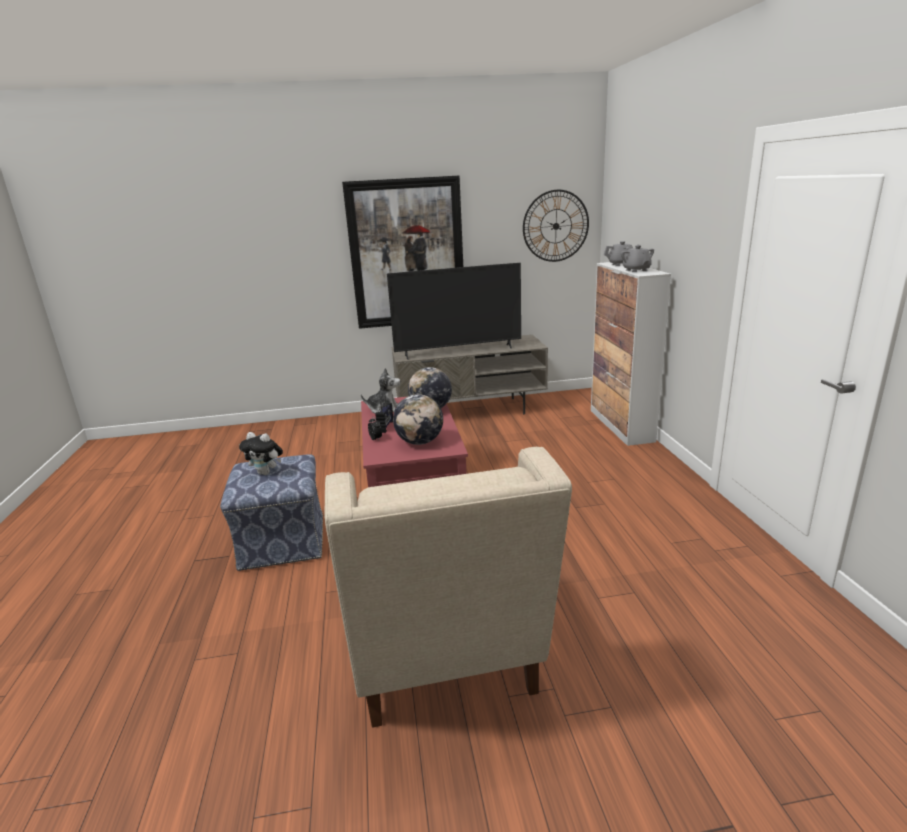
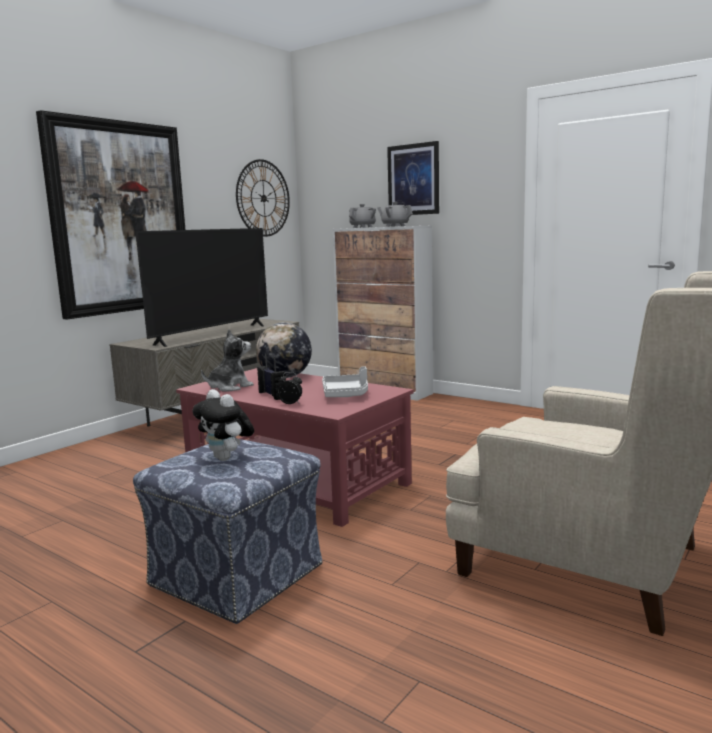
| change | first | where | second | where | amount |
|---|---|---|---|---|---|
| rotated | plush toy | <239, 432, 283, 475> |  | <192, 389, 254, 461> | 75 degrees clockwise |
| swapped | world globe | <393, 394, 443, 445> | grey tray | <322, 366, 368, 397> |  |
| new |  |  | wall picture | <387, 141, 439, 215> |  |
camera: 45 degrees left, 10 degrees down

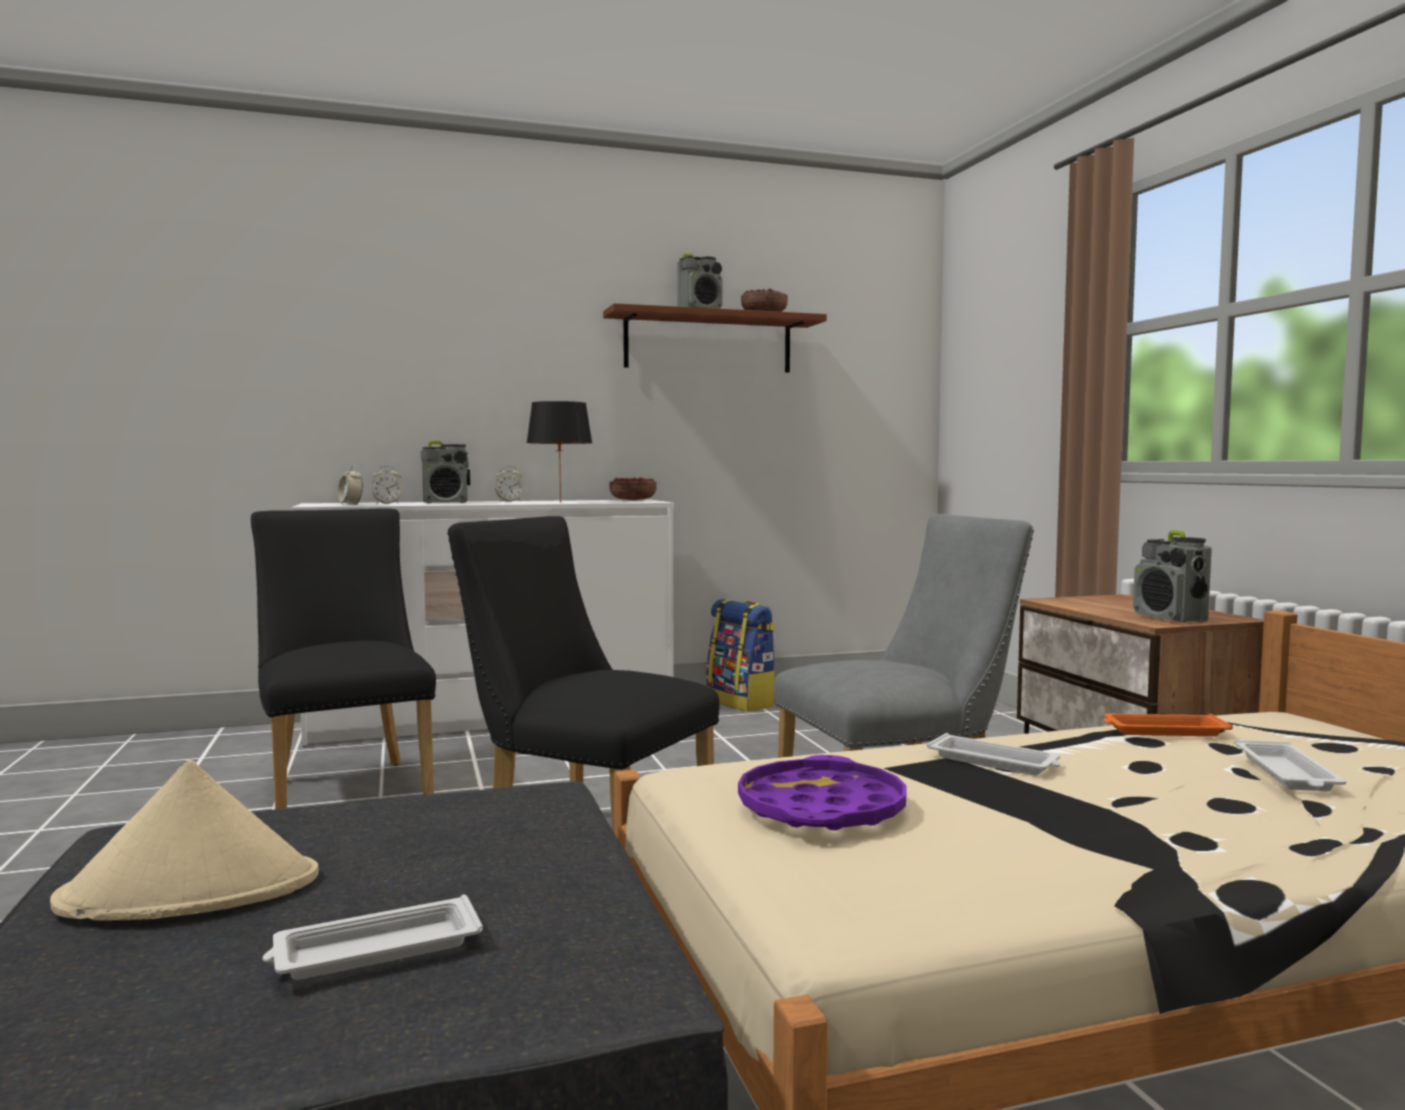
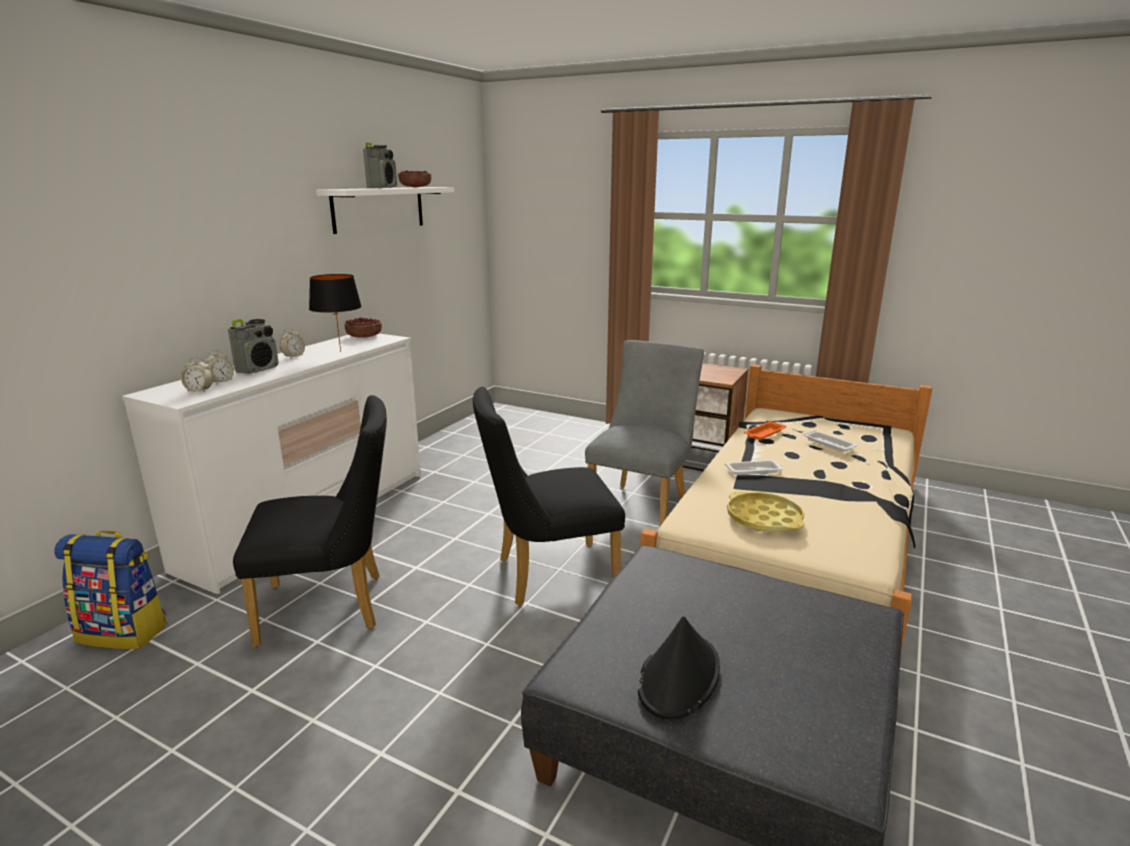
| change | first | where | second | where | amount |
|---|---|---|---|---|---|
| shifted | backpack | <706, 599, 776, 711> |  | <54, 531, 167, 649> |  |
| rotated | black plain chair | <251, 508, 436, 809> |  | <233, 395, 387, 647> | 150 degrees clockwise |
| repainted | brownish wall shelf | <603, 303, 827, 373> | whitish wall shelf | <316, 187, 454, 234> |  |
| repainted | beige-coloured wearable hat | <50, 760, 319, 920> | black wearable hat | <638, 616, 720, 720> |  |
| repainted | purple-coloured tray | <738, 755, 907, 831> | yellow-coloured tray | <727, 491, 805, 532> |  |
| gone | whitish tray | <263, 894, 483, 980> |  |  |  |
| gone | radio set | <1133, 530, 1212, 622> |  |  |  |
camera: 45 degrees left, 15 degrees up

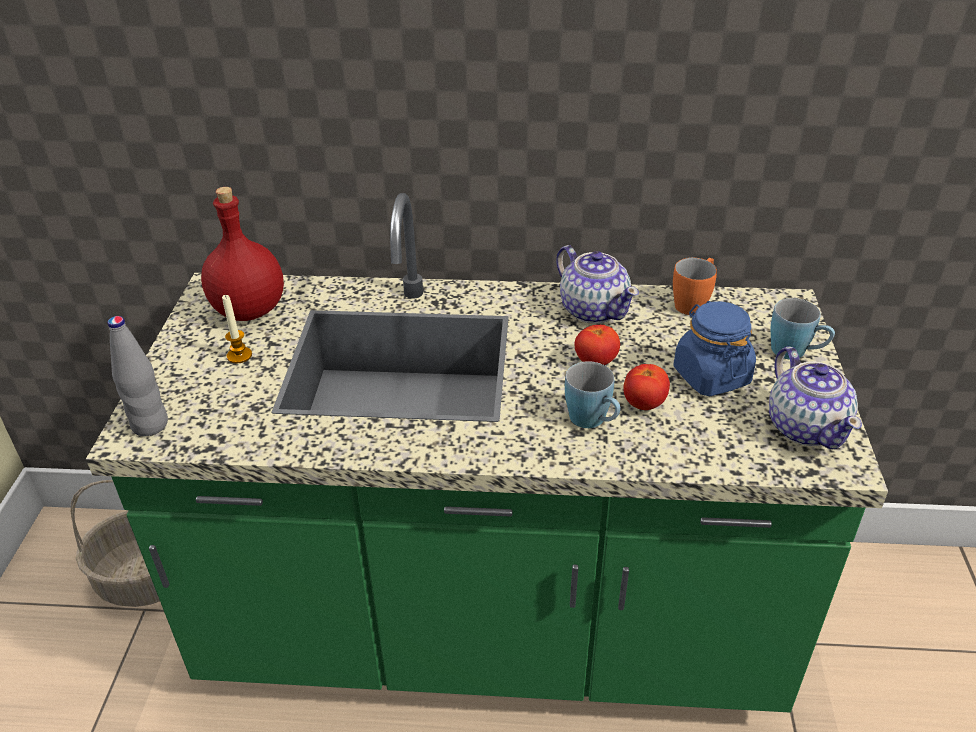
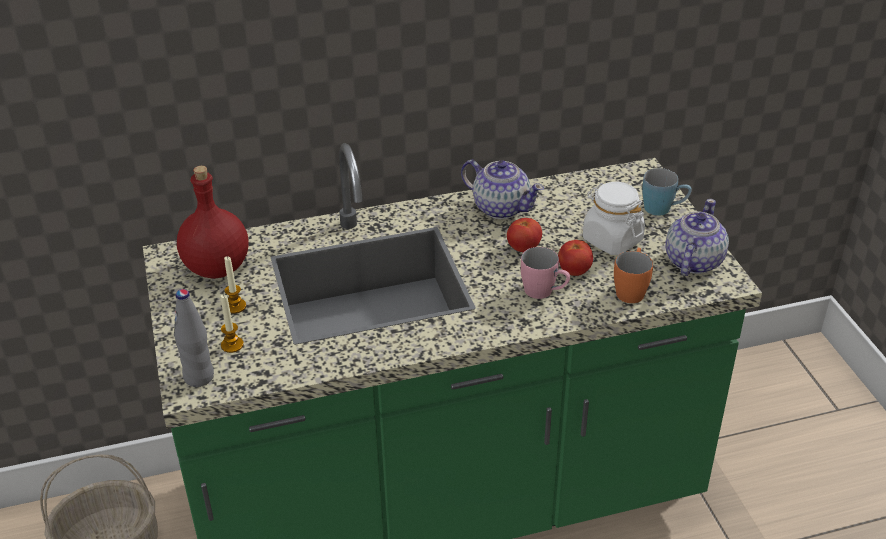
| change | first | where | second | where | amount |
|---|---|---|---|---|---|
| new |  |  | wax candle | <221, 294, 244, 353> |  |
| repainted | blue-coloured tea mug | <565, 361, 621, 428> | pink-coloured tea mug | <521, 247, 570, 299> |  |
| repainted | blue-coloured jar | <673, 301, 756, 396> | whitish jar | <583, 182, 645, 255> |  |
| shifted | orangey tea mug | <673, 258, 717, 315> |  | <614, 248, 653, 303> |  |
| rotated | pot for tea | <769, 347, 862, 449> |  | <665, 199, 729, 276> | 120 degrees counterclockwise |
camera: 20 degrees left, 0 degrees up

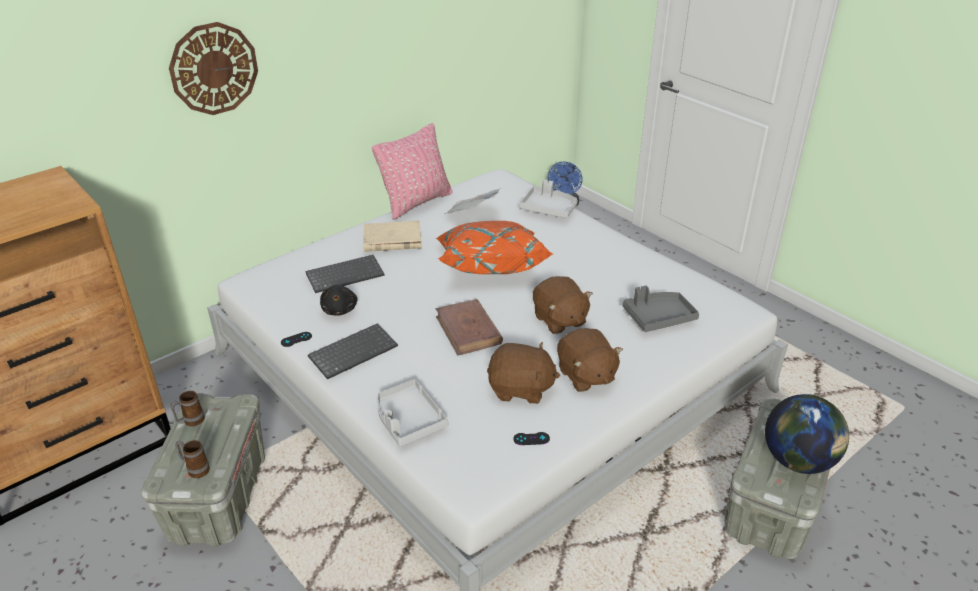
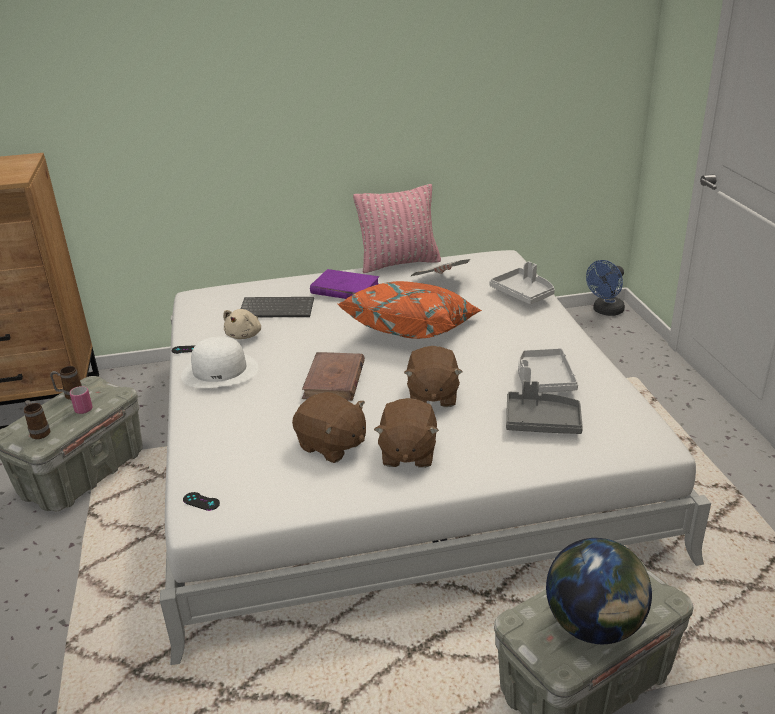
| change | first | where | second | where | amount |
|---|---|---|---|---|---|
| new |  |  | pink-coloured tea mug | <70, 386, 93, 414> |  |
| swapped | PC keyboard | <308, 323, 398, 379> | whitish wearable hat | <181, 336, 259, 388> |  |
| shifted | black gamepad | <513, 432, 550, 445> |  | <183, 492, 220, 511> |  |
| repainted | black plush toy | <320, 285, 358, 316> | beige-coloured plush toy | <223, 309, 261, 339> |  |
| repainted | beige-coloured book | <363, 221, 422, 252> | purple-coloured book | <310, 269, 379, 299> |  |
| shifted | grey tray | <377, 379, 449, 446> |  | <518, 348, 578, 393> |  |
| gone | wall clock | <169, 22, 258, 115> |  |  |  |
camera: 30 degrees right, 5 degrees down

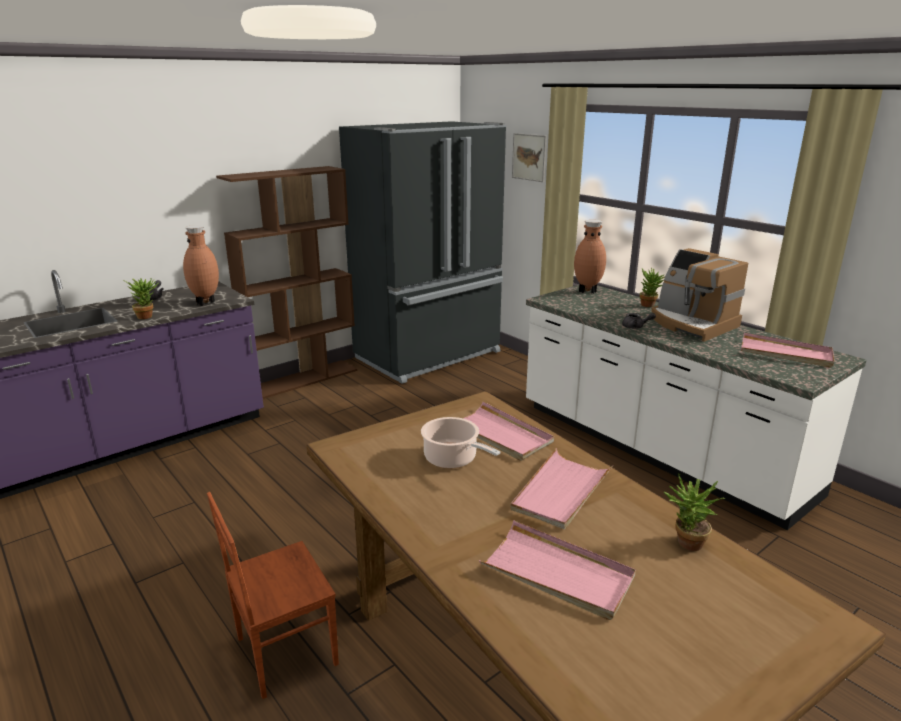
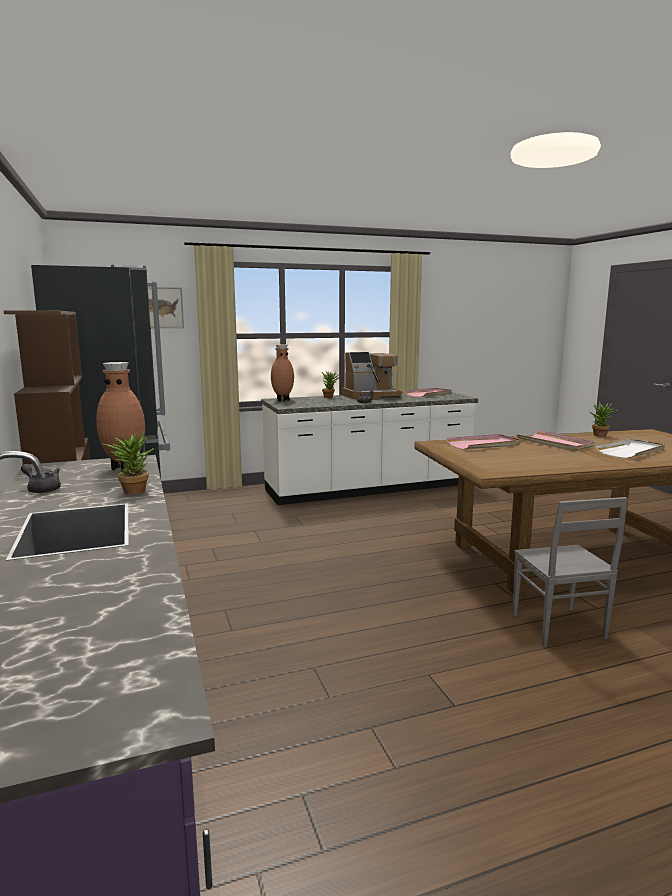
| change | first | where | second | where | amount |
|---|---|---|---|---|---|
| repainted | brownish plain chair | <207, 492, 339, 699> | grey plain chair | <512, 497, 628, 647> |  |
| repainted | pink-coloured tray | <479, 520, 636, 620> | whitish tray | <596, 439, 665, 458> |  |
| gone | saucepot | <421, 417, 500, 468> |  |  |  |
camera: 70 degrees left, 10 degrees down

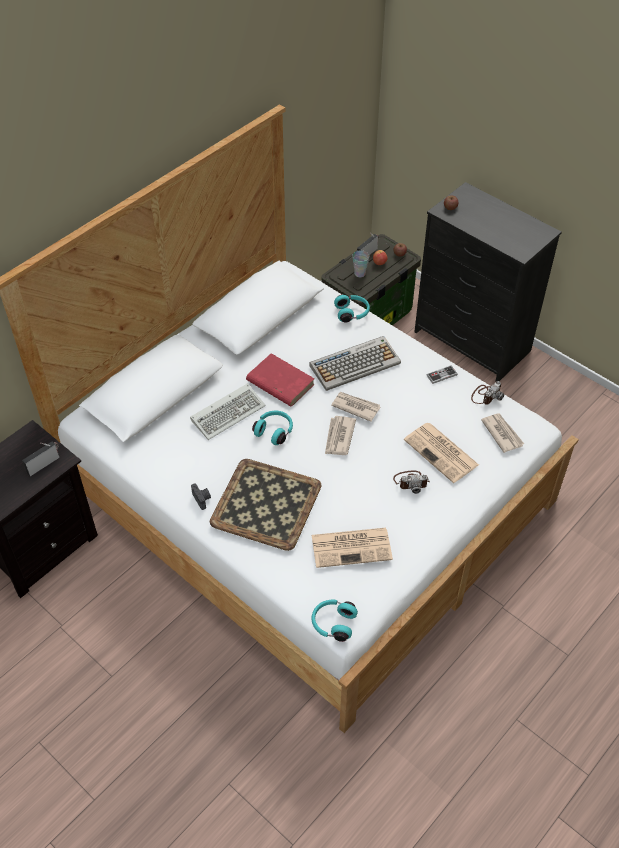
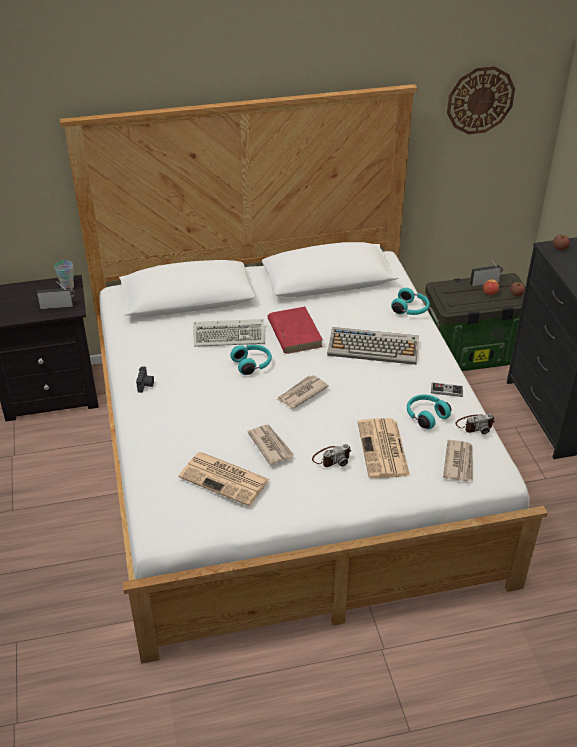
| change | first | where | second | where | amount |
|---|---|---|---|---|---|
| shifted | drinking cup | <352, 250, 369, 277> |  | <54, 260, 74, 289> |  |
| shifted | daily paper | <331, 392, 380, 422> |  | <248, 425, 294, 465> |  |
| rotated | still camera | <393, 471, 430, 494> |  | <312, 444, 352, 467> | 60 degrees counterclockwise |
| shifted | turquoise-coloured headset | <312, 600, 358, 642> |  | <407, 394, 451, 429> |  |
| new |  |  | wall clock | <447, 66, 515, 134> |  |
| gone | tray | <210, 459, 322, 551> |  |  |  |
camera: 35 degrees right, 10 degrees down

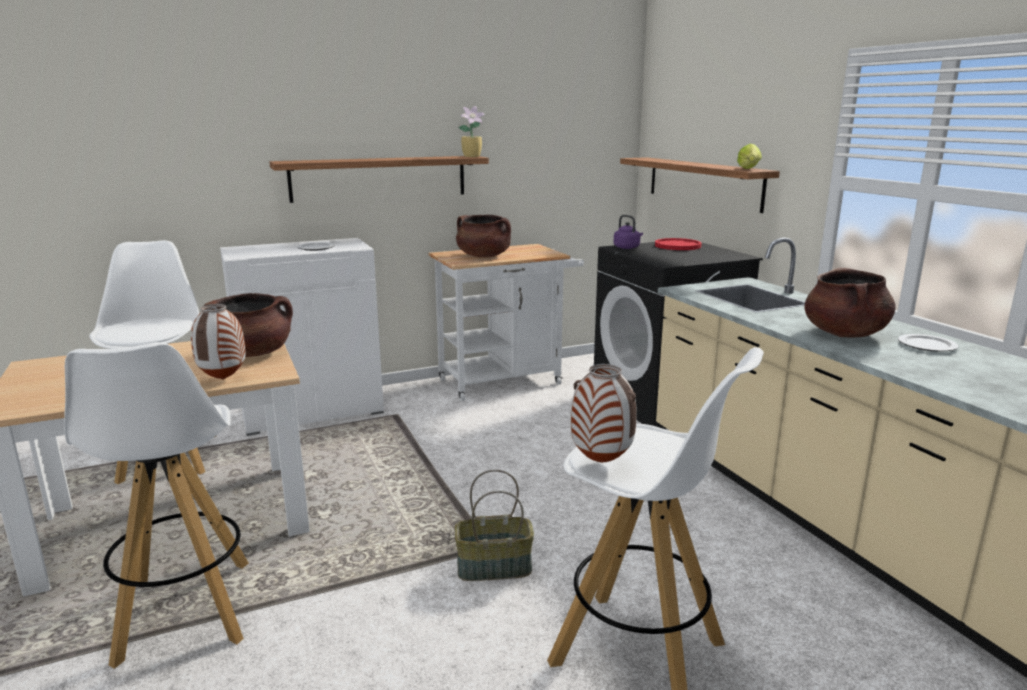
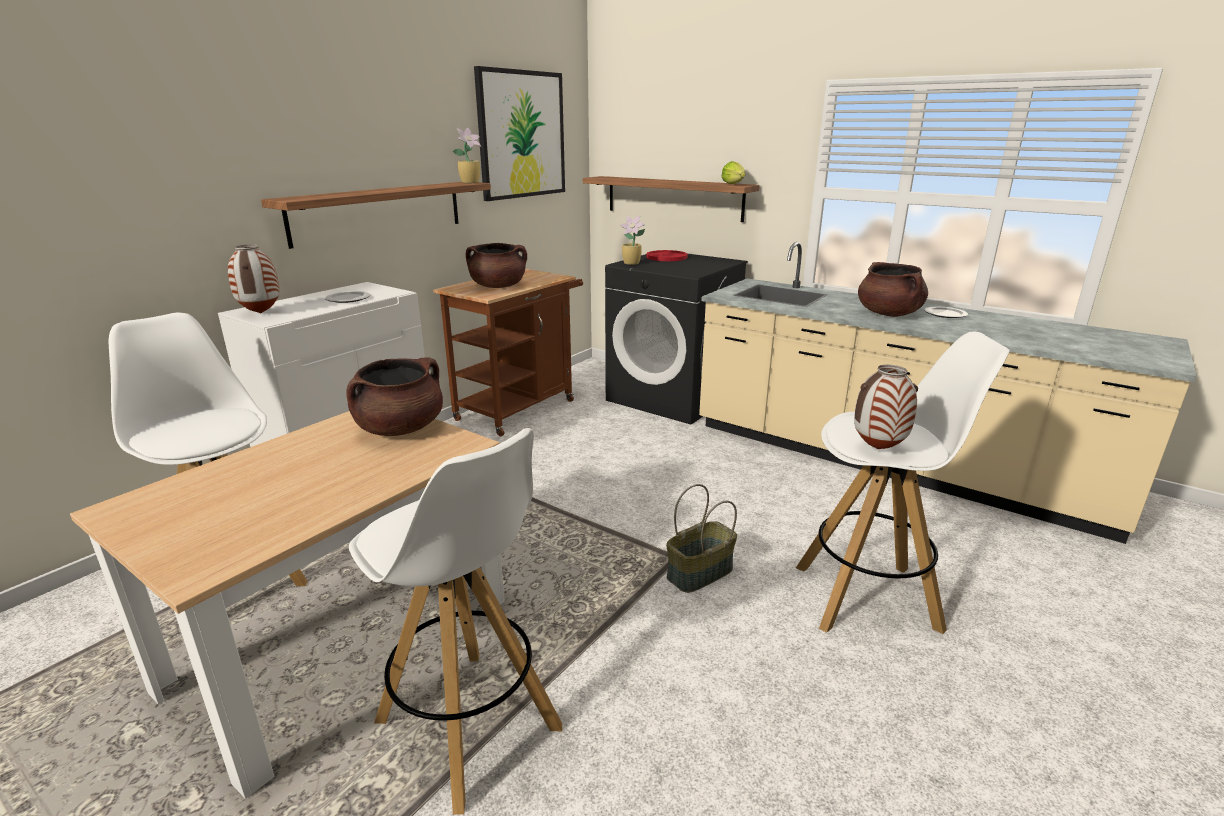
| change | first | where | second | where | amount |
|---|---|---|---|---|---|
| shifted | flower vase | <191, 304, 246, 380> |  | <228, 244, 280, 313> |  |
| repainted | whitish wheeled cart | <429, 244, 584, 401> | brownish wheeled cart | <433, 269, 583, 436> |  |
| new |  |  | wall picture | <474, 66, 565, 201> |  |
| swapped | purple-coloured water kettle | <614, 215, 643, 249> | potted plant | <620, 216, 645, 265> |  |
camera: 30 degrees left, 5 degrees up

